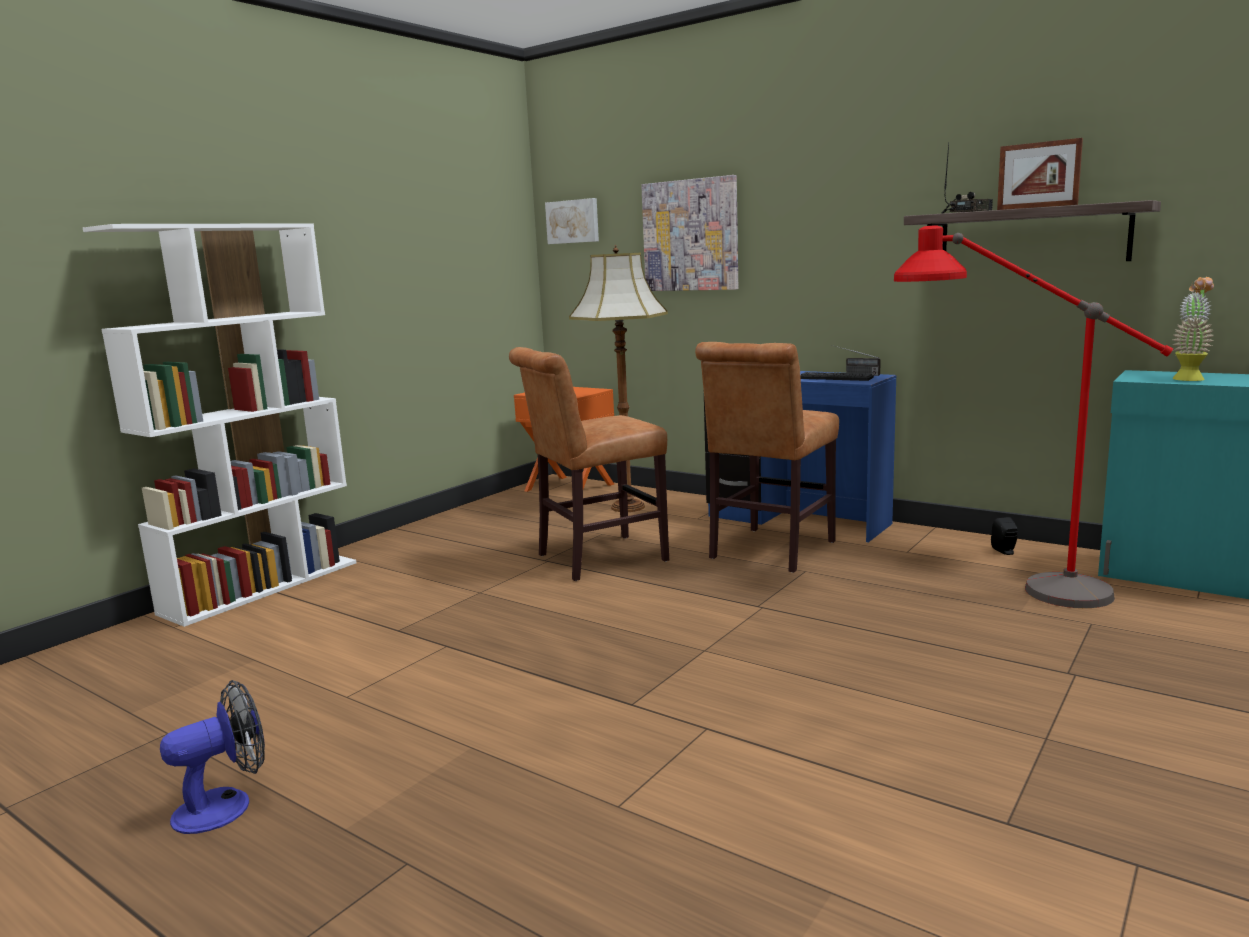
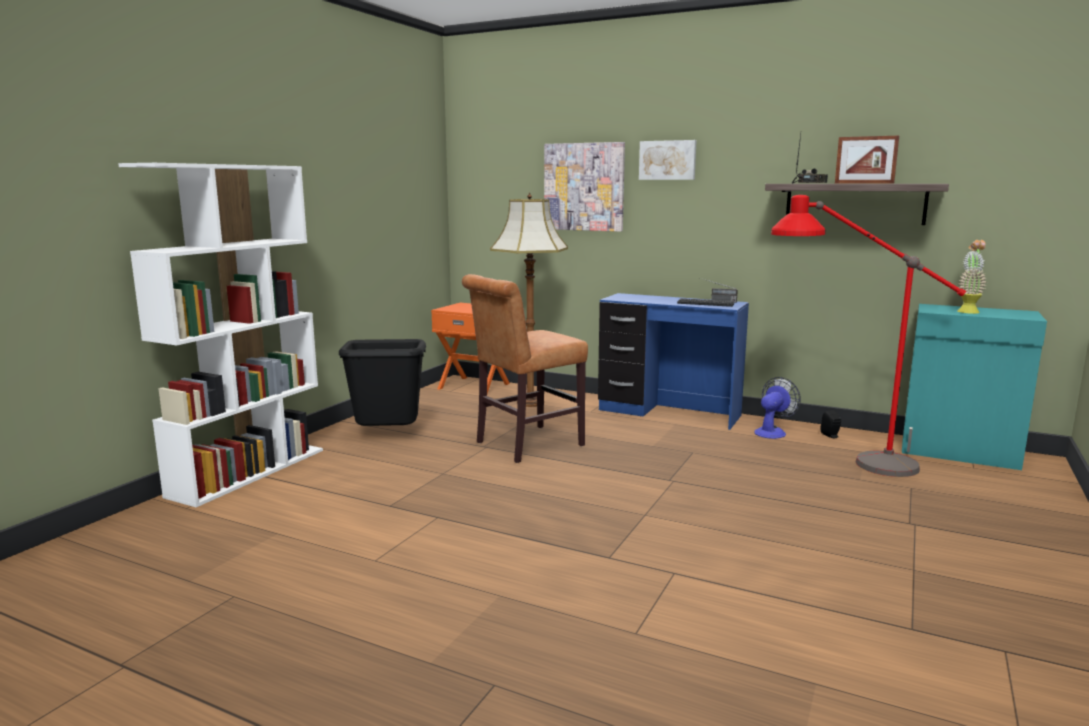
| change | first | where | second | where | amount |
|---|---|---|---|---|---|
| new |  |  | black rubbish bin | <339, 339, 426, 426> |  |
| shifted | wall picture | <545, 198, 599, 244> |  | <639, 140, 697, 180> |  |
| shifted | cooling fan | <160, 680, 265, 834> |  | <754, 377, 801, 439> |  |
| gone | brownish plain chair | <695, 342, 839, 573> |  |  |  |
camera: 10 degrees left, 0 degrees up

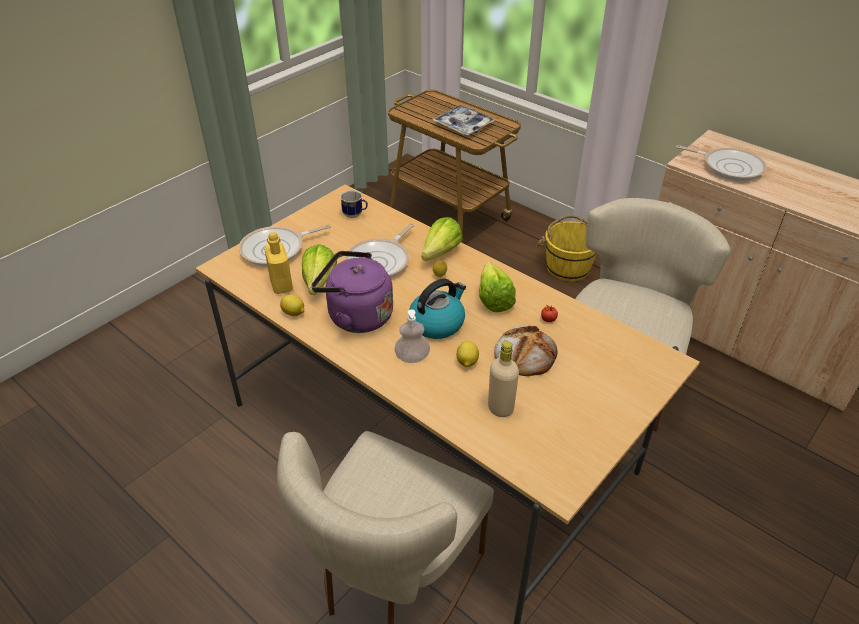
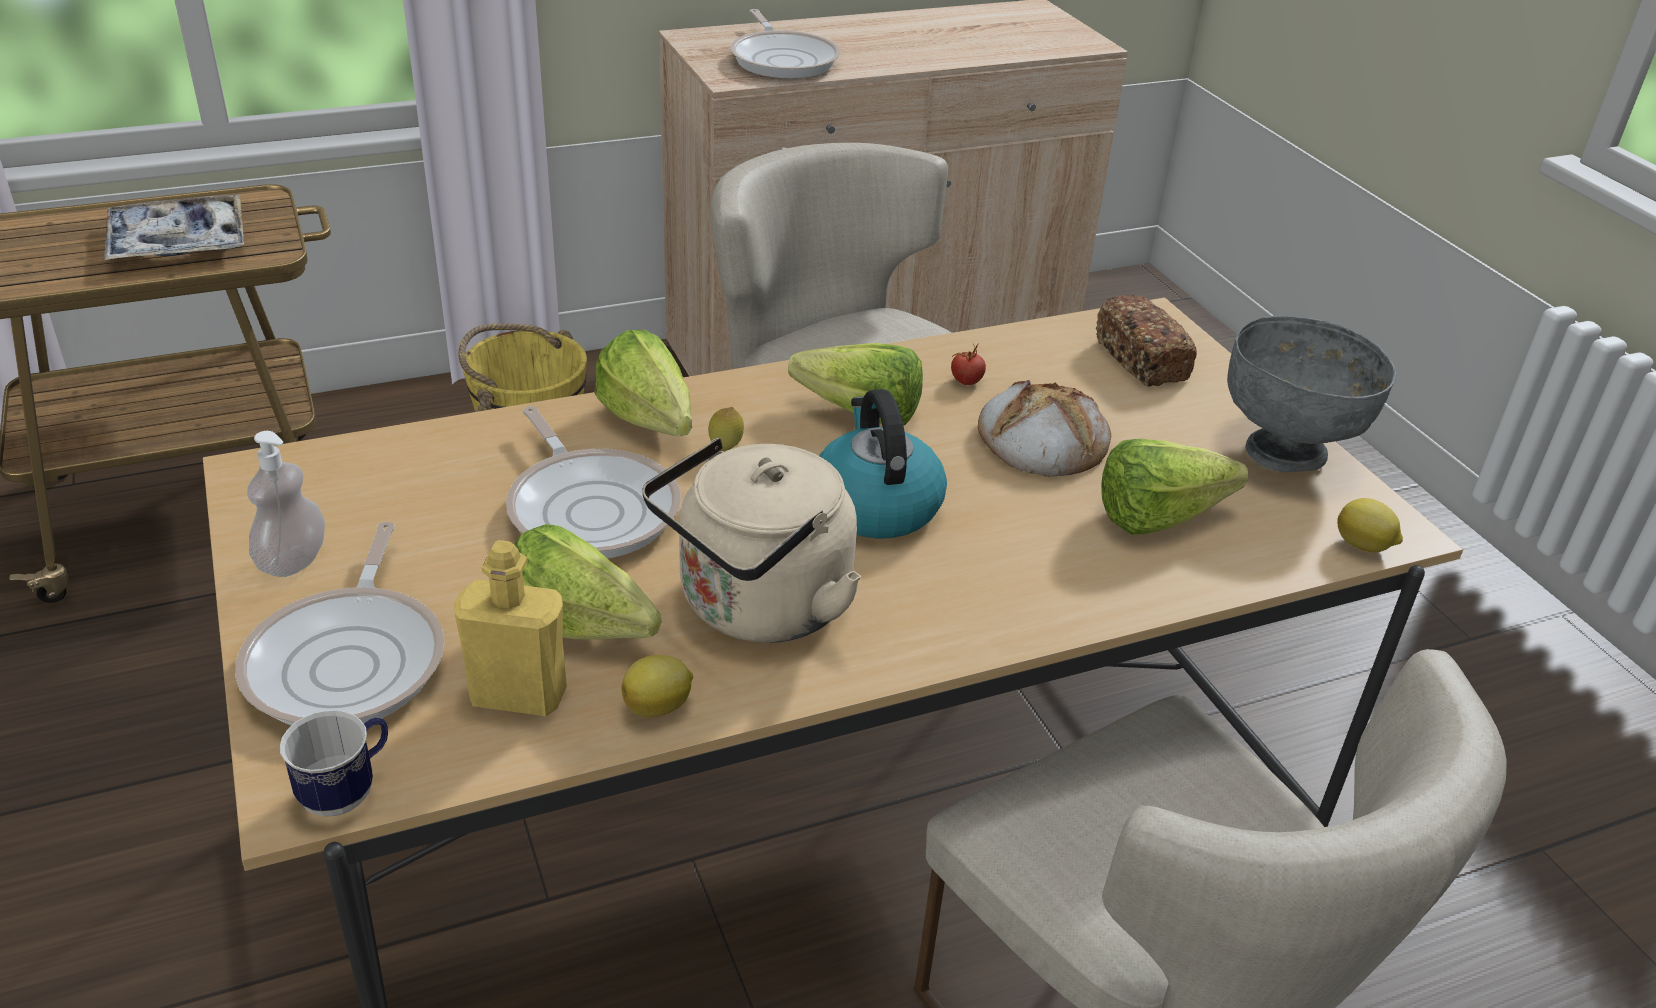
| change | first | where | second | where | amount |
|---|---|---|---|---|---|
| shifted | liquid soap bottle | <394, 309, 430, 363> |  | <248, 431, 325, 577> |  |
| shifted | tea mug | <340, 190, 368, 218> |  | <280, 710, 388, 817> |  |
| repainted | purple-coloured water kettle | <311, 251, 393, 333> | beige-coloured water kettle | <642, 438, 861, 643> |  |
| rotated | pan | <676, 145, 767, 181> |  | <730, 9, 841, 79> | 105 degrees clockwise |
| new |  |  | bakery bread | <1096, 295, 1197, 387> |  |
| swapped | beige-coloured bottle | <488, 341, 519, 417> | lettuce head | <1101, 439, 1248, 535> |  |
| new |  |  | grey deep dish | <1227, 315, 1396, 472> |  |
| shifted | lemon | <457, 341, 479, 367> |  | <1337, 498, 1403, 552> |  |
camera: 65 degrees left, 5 degrees down

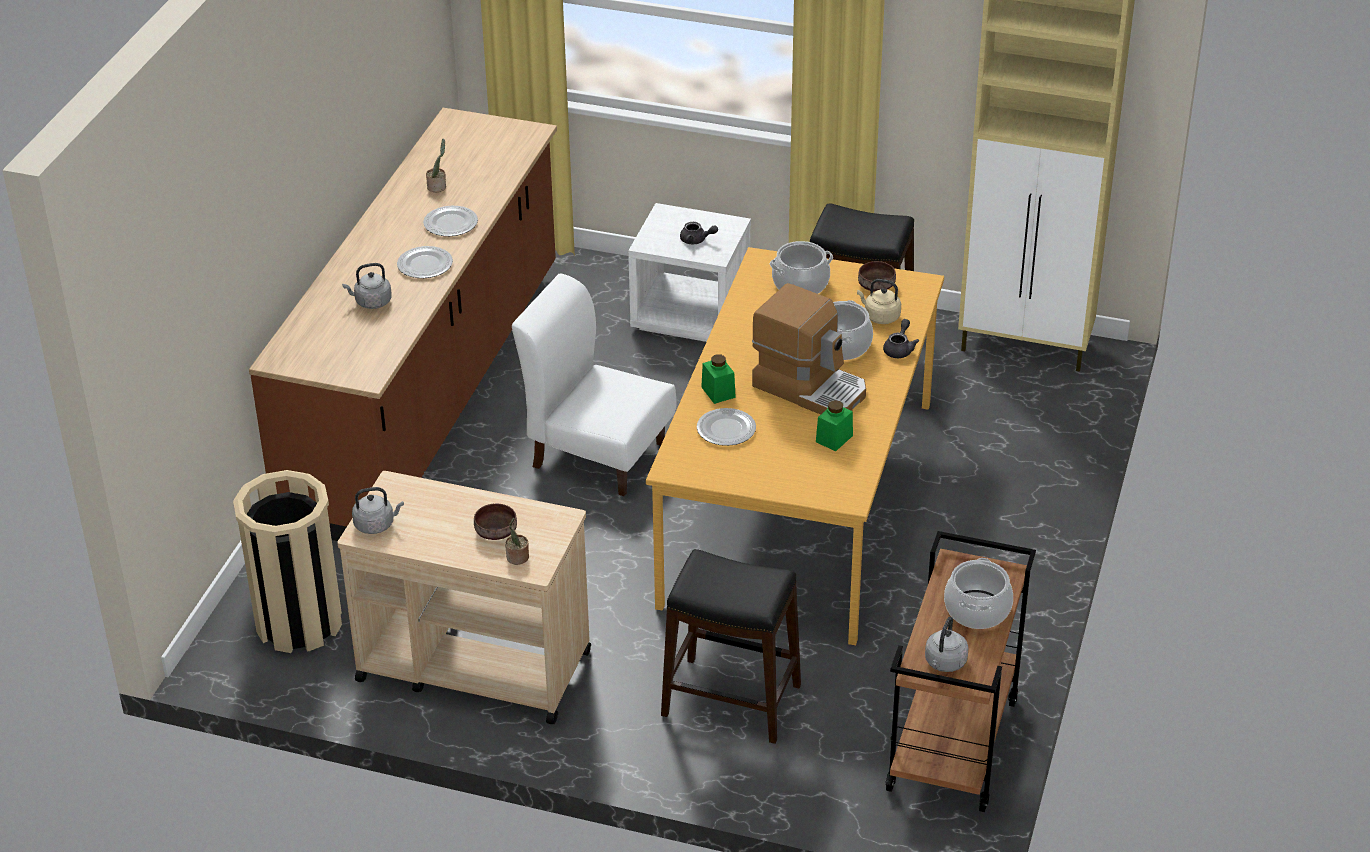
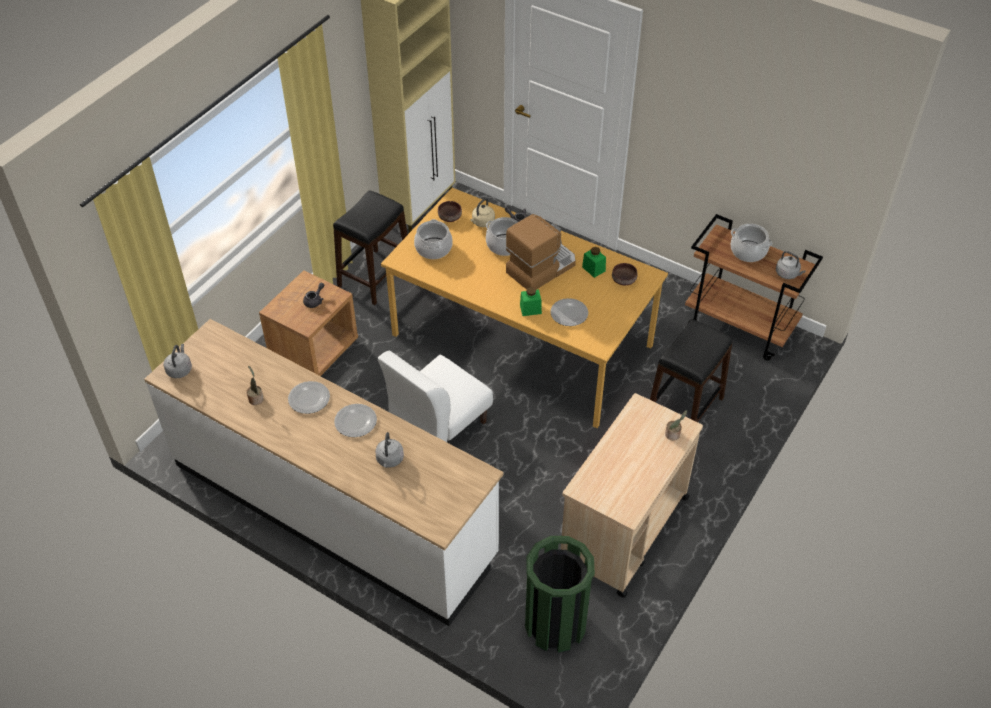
| change | first | where | second | where | amount |
|---|---|---|---|---|---|
| repainted | brownish counter | <249, 108, 557, 541> | whitish counter | <144, 319, 504, 626> |  |
| shifted | grey water kettle | <352, 487, 404, 534> |  | <163, 344, 192, 378> |  |
| repainted | whitish nightstand | <628, 203, 751, 342> | brownish nightstand | <259, 270, 358, 376> |  |
| repainted | beige-coloured rubbish bin | <233, 470, 342, 653> | greenish rubbish bin | <525, 536, 595, 653> |  |
| shifted | brownish deep dish | <474, 504, 517, 540> |  | <612, 263, 637, 285> |  |
camera: 75 degrees left, 10 degrees up

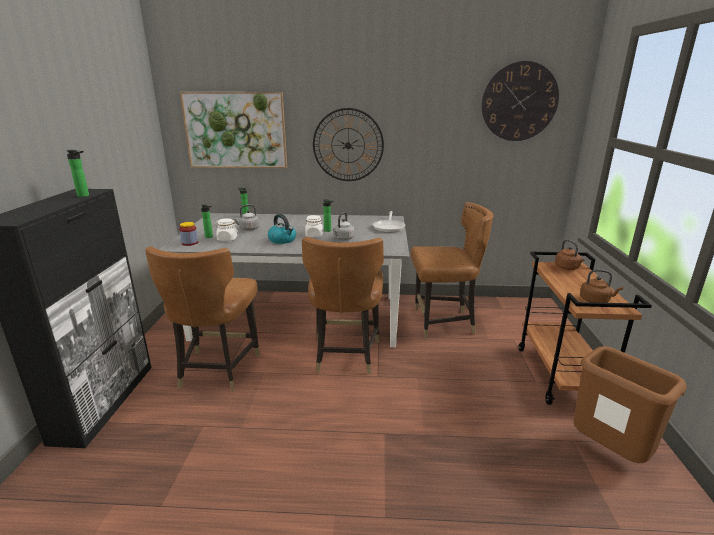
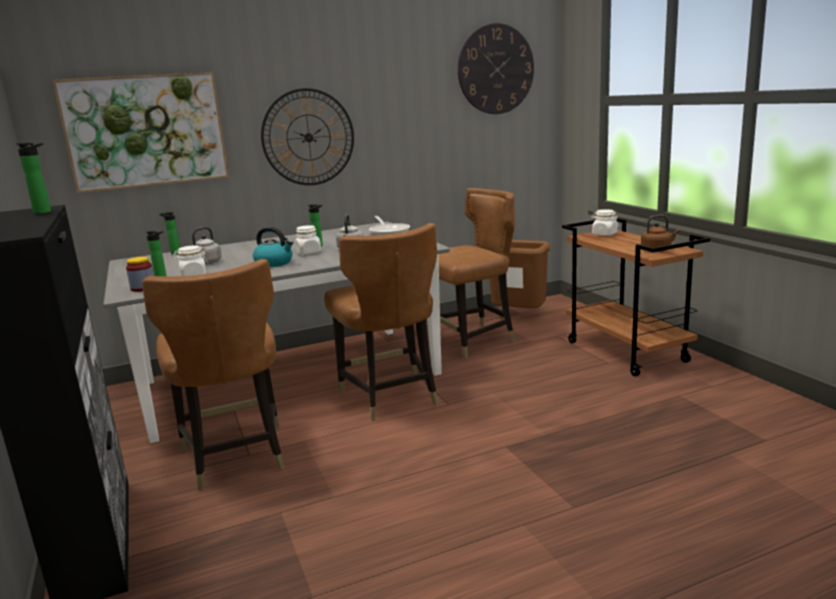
| change | first | where | second | where | amount |
|---|---|---|---|---|---|
| shifted | brownish rubbish bin | <573, 346, 687, 463> |  | <490, 240, 550, 308> |  |
| swapped | brownish water kettle | <555, 239, 584, 270> | whitish jar | <592, 209, 618, 236> |  |
camera: 25 degrees left, 5 degrees down

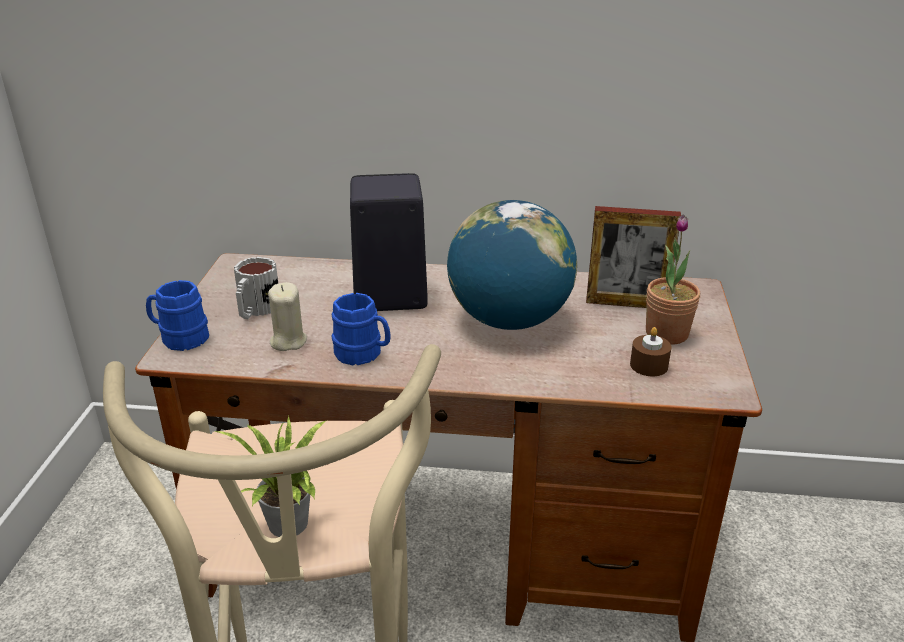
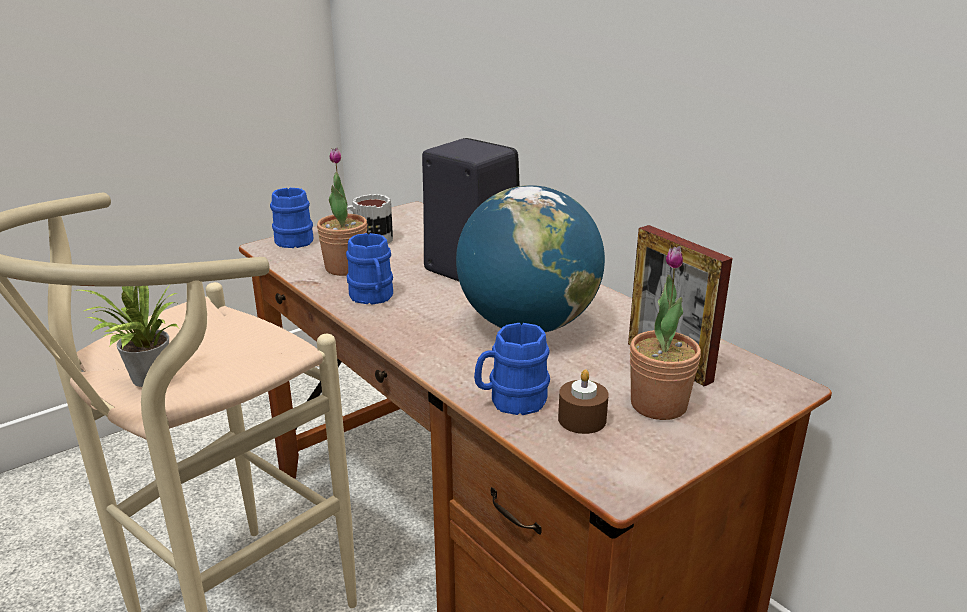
| change | first | where | second | where | amount |
|---|---|---|---|---|---|
| swapped | beige-coloured wax candle | <268, 282, 307, 351> | potted plant | <317, 148, 367, 276> |  |
| new |  |  | blue-coloured tea mug | <474, 323, 550, 415> |  |
camera: 45 degrees right, 5 degrees down

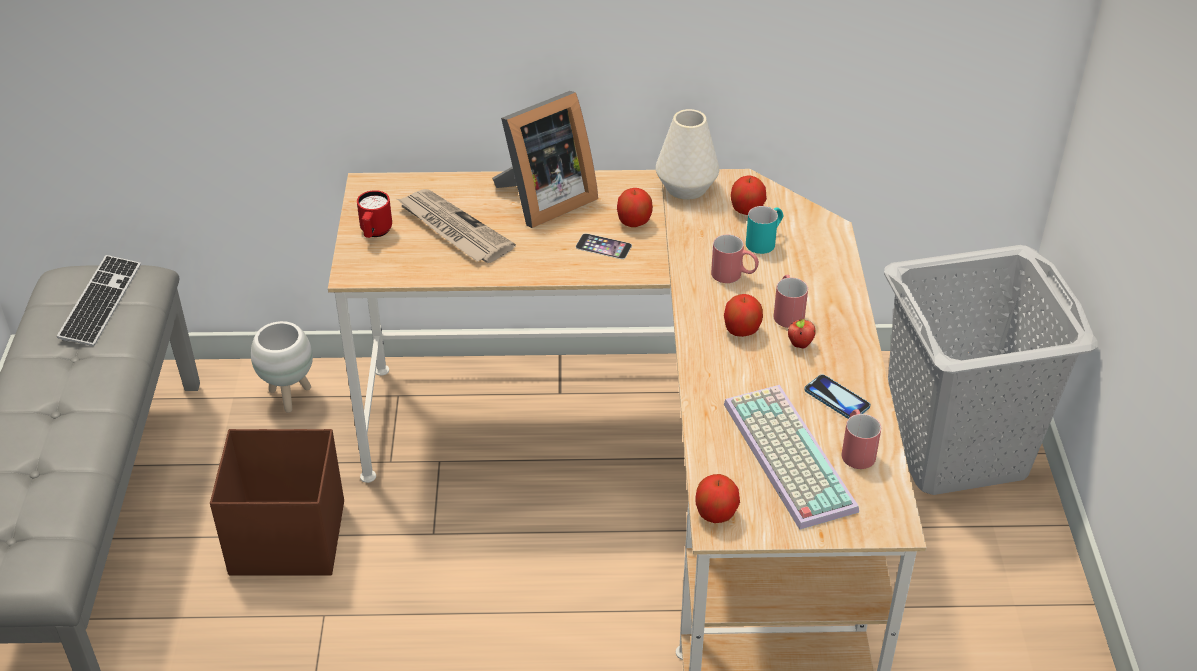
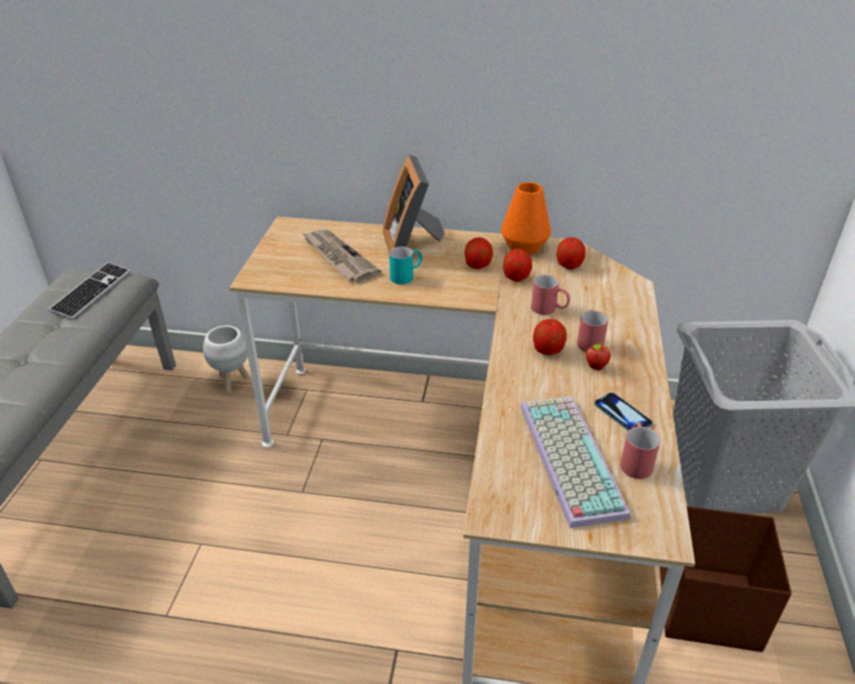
| change | first | where | second | where | amount |
|---|---|---|---|---|---|
| rotated | picture frame | <492, 91, 598, 228> |  | <383, 155, 444, 252> | 105 degrees clockwise |
| shifted | turquoise-coloured tea mug | <746, 206, 783, 254> |  | <389, 247, 422, 284> |  |
| repainted | whitish flower vase | <656, 109, 719, 200> | orangey flower vase | <501, 182, 551, 255> |  |
| shifted | apple | <695, 474, 740, 523> |  | <503, 249, 532, 282> |  |
| shifted | brownish storage container | <210, 429, 344, 576> |  | <659, 506, 792, 652> |  |
| gone | red-coloured tea mug | <357, 190, 392, 238> |  |  |  |
| gone | telephone | <576, 233, 632, 259> |  |  |  |
camera: 10 degrees right, 5 degrees down

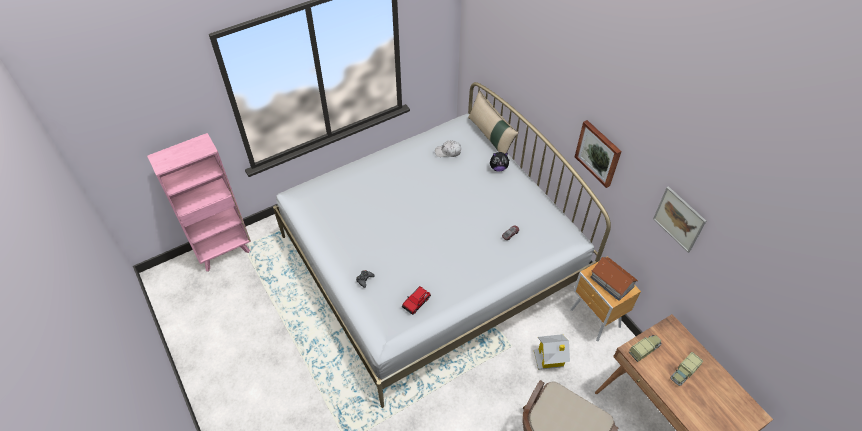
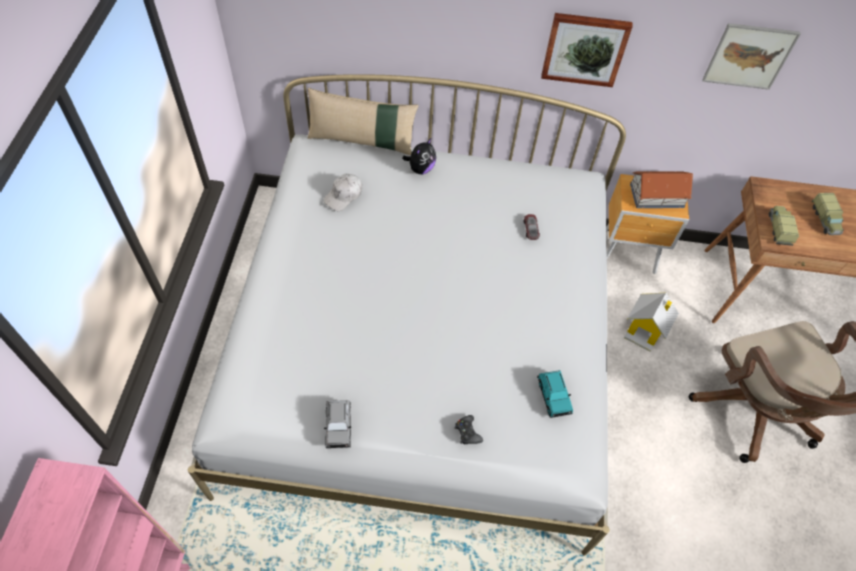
| change | first | where | second | where | amount |
|---|---|---|---|---|---|
| new |  |  | grey model car | <324, 400, 351, 448> |  |
| repainted | red-coloured model car | <402, 286, 431, 315> | turquoise-coloured model car | <537, 370, 573, 418> |  |
camera: 55 degrees left, 5 degrees up

